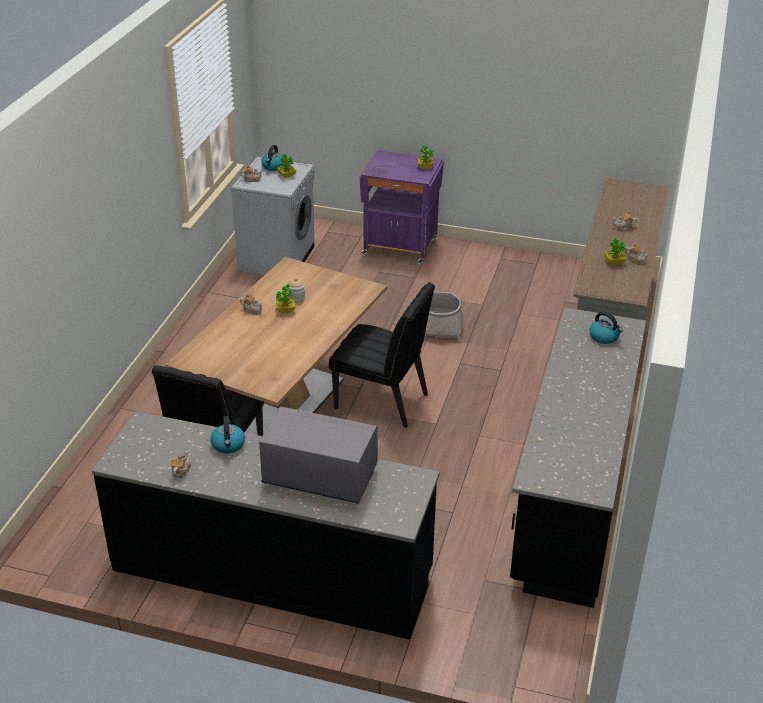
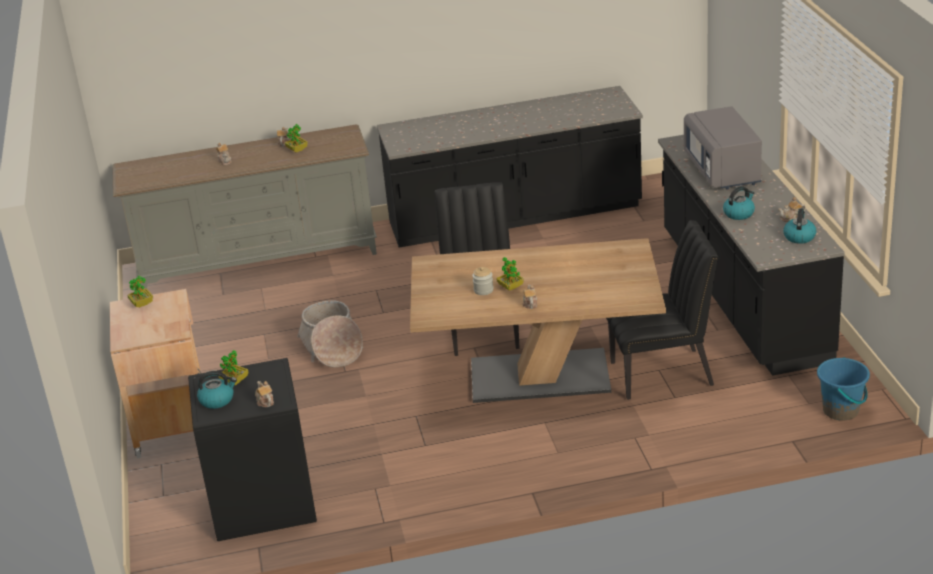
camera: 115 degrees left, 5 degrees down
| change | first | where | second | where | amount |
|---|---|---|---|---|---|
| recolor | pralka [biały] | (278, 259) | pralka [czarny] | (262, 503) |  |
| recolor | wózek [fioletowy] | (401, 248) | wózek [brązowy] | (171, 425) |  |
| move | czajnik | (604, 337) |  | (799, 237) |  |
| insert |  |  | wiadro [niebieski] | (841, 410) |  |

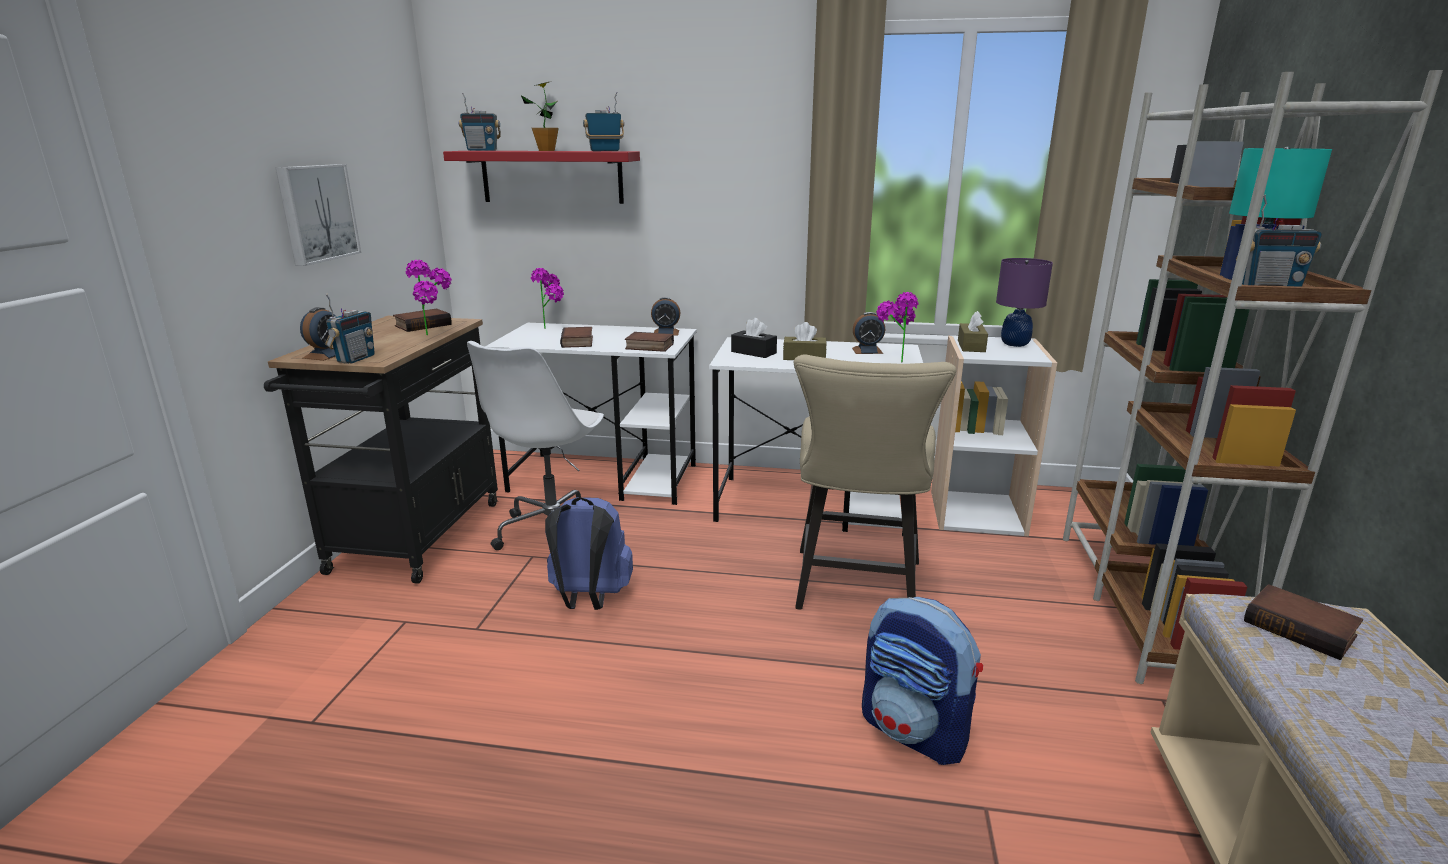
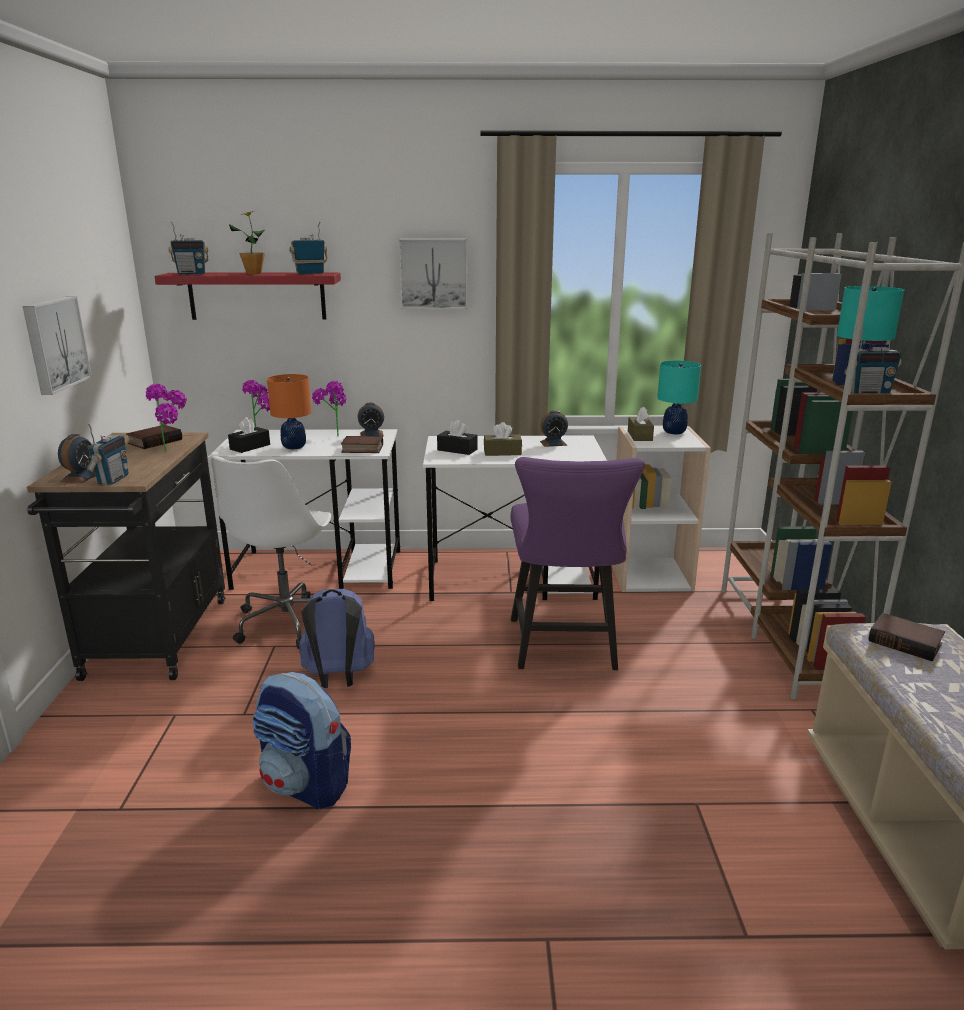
camera: 10 degrees left, 0 degrees up
| change | first | where | second | where | amount |
|---|---|---|---|---|---|
| replace | książka | (578, 342) | lampa stołowa [pomarańczowy] | (295, 447) |  |
| recolor | krzesło [beżowy] | (856, 590) | krzesło [fioletowy] | (564, 648) |  |
| move | plecak | (915, 731) |  | (306, 784) |  |
| move | roślina doniczkowa | (894, 360) |  | (333, 435) |  |
| recolor | lampa stołowa [fioletowy] | (1013, 344) | lampa stołowa [turkusowy] | (673, 432) |  |
| insert |  |  | pudełko chusteczek [czarny] | (250, 447) |  |
| insert |  |  | obraz | (433, 274) |  |

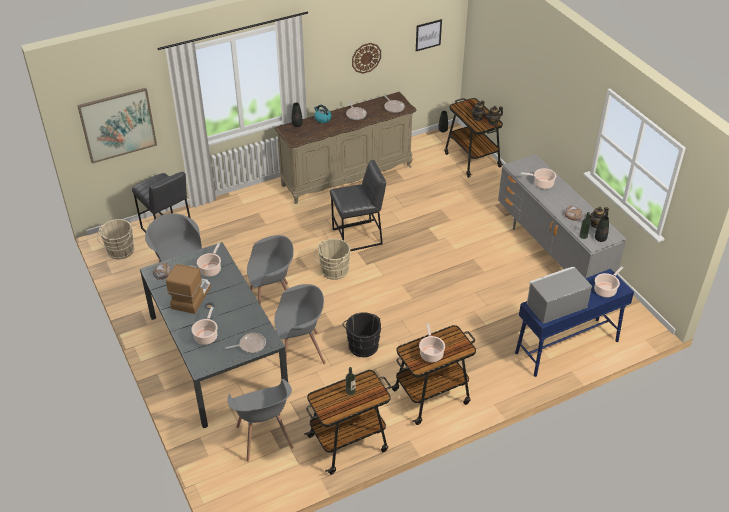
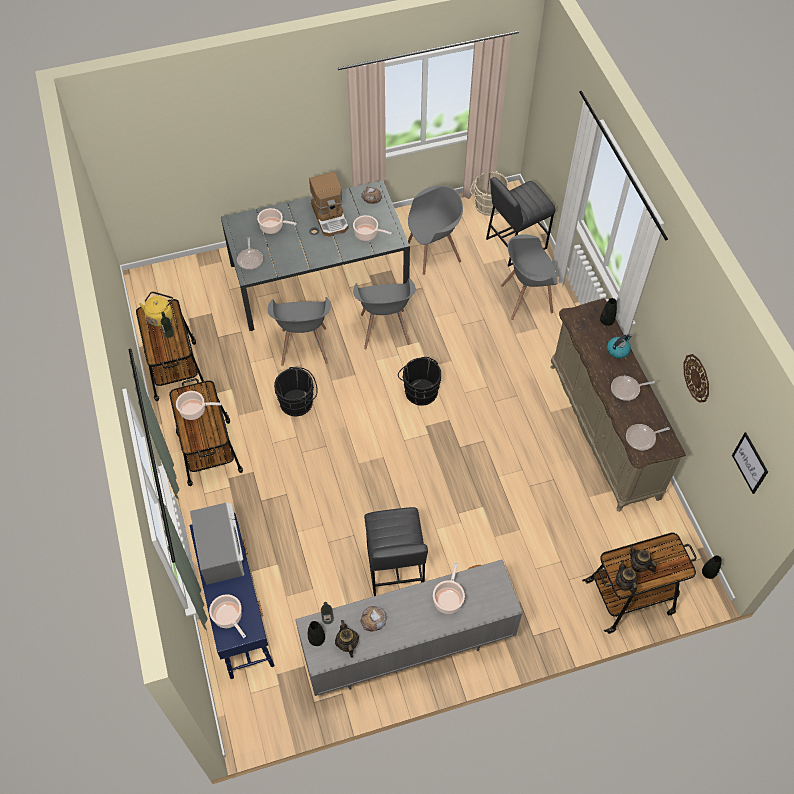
camera: 100 degrees right, 15 degrees up
| change | first | where | second | where | amount |
|---|---|---|---|---|---|
| delete | obraz | (118, 125) |  |  |  |
| rotate | ekspres do kawy | (191, 296) |  | (330, 217) | 45 degrees clockwise |
| move | krzesło [szary] | (264, 438) |  | (525, 299) |  |
| recolor | wiadro [beżowy] | (333, 271) | wiadro [czarny] | (420, 391) |  |
| move | stołek [szary] | (358, 236) |  | (395, 569) |  |
| insert |  |  | czajnik [żółty] | (160, 316) |  |

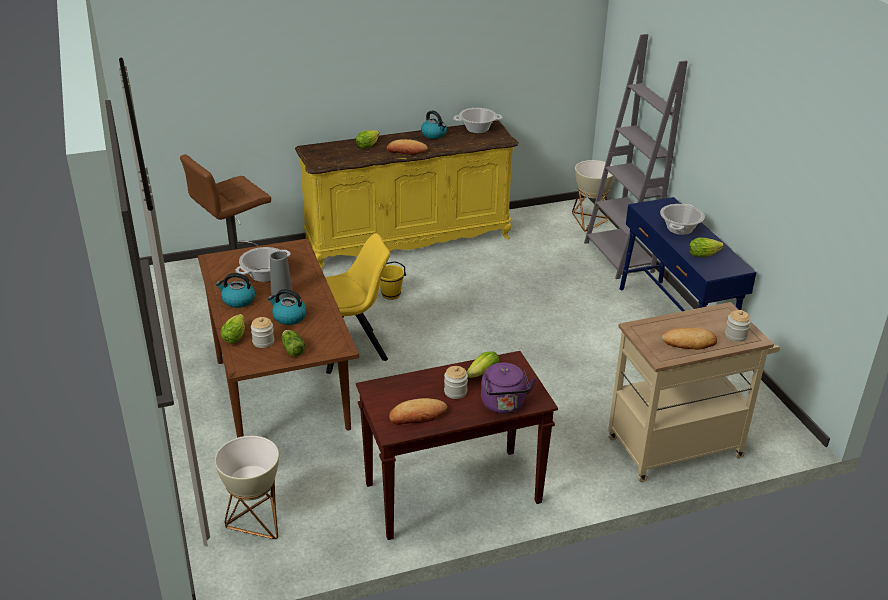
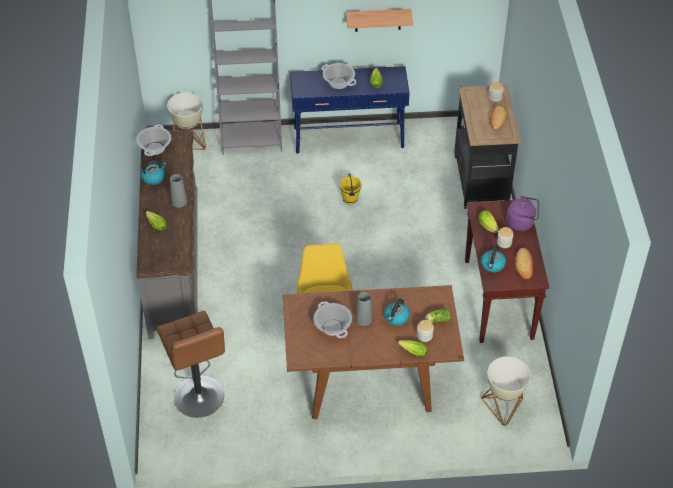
camera: 75 degrees left, 15 degrees up
| change | first | where | second | where | amount |
|---|---|---|---|---|---|
| move | czajnik | (238, 300) |  | (492, 265) |  |
| recolor | szafka [żółty] | (409, 242) | szafka [szary] | (176, 265) |  |
| move | wiadro [żółty] | (391, 294) |  | (350, 199) |  |
| replace | chleb | (406, 151) | wazon [szary] | (179, 201) |  |
| recolor | wózek [beżowy] | (678, 447) | wózek [czarny] | (480, 179) |  |
| insert |  |  | półka | (378, 20) |  |

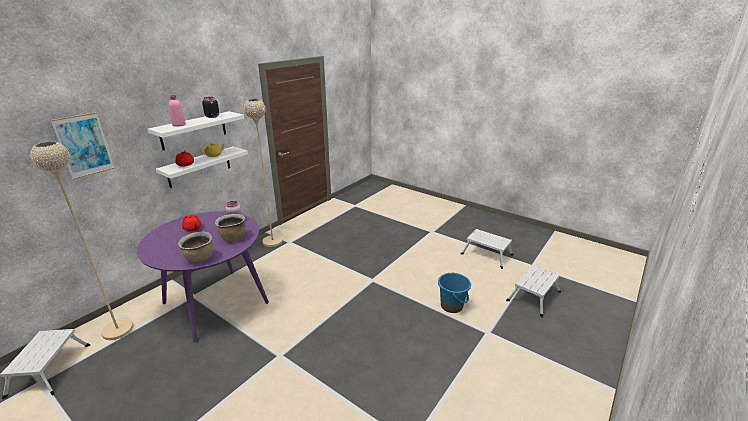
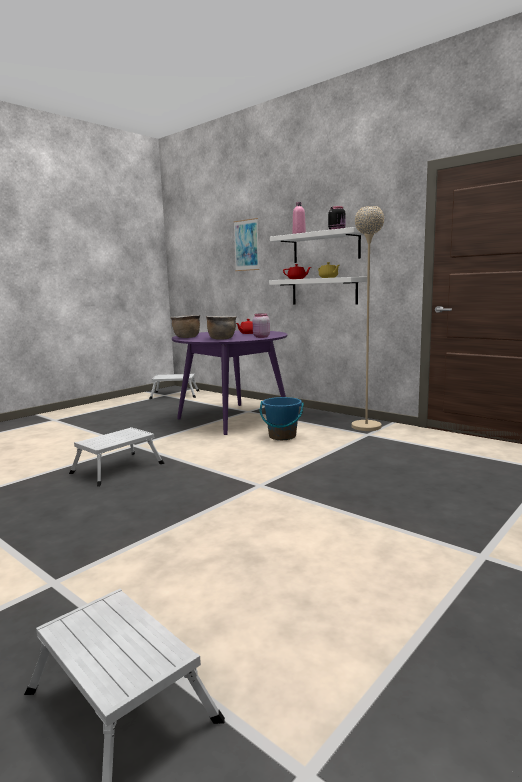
camera: 95 degrees right, 15 degrees down
| change | first | where | second | where | amount |
|---|---|---|---|---|---|
| delete | lampa stojąca [beżowy] | (117, 330) |  |  |  |
| move | wiadro [niebieski] | (452, 306) |  | (282, 436) |  |
| move | drabinka [biały] | (486, 254) |  | (118, 468) |  |

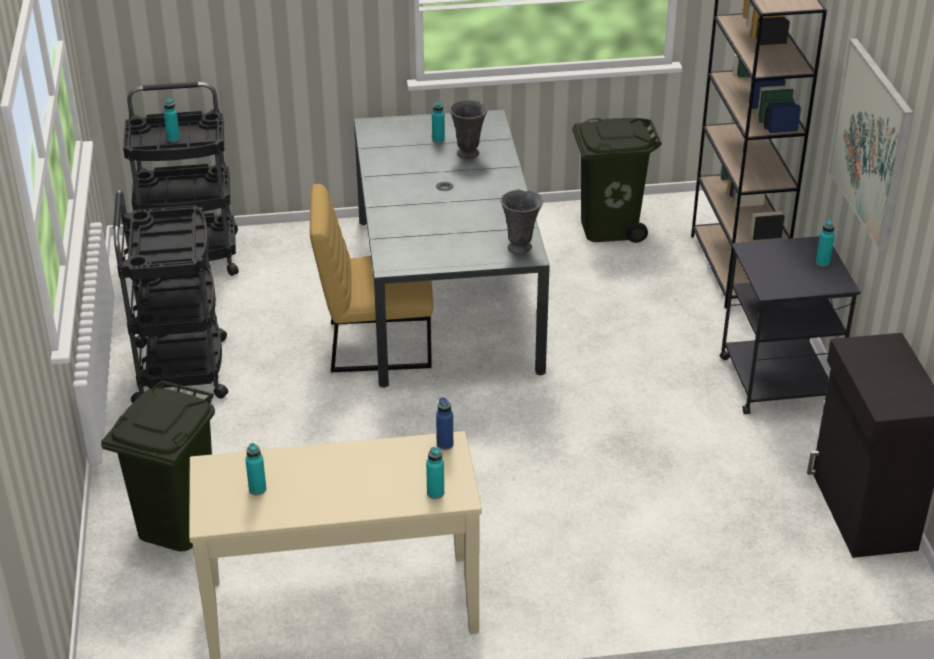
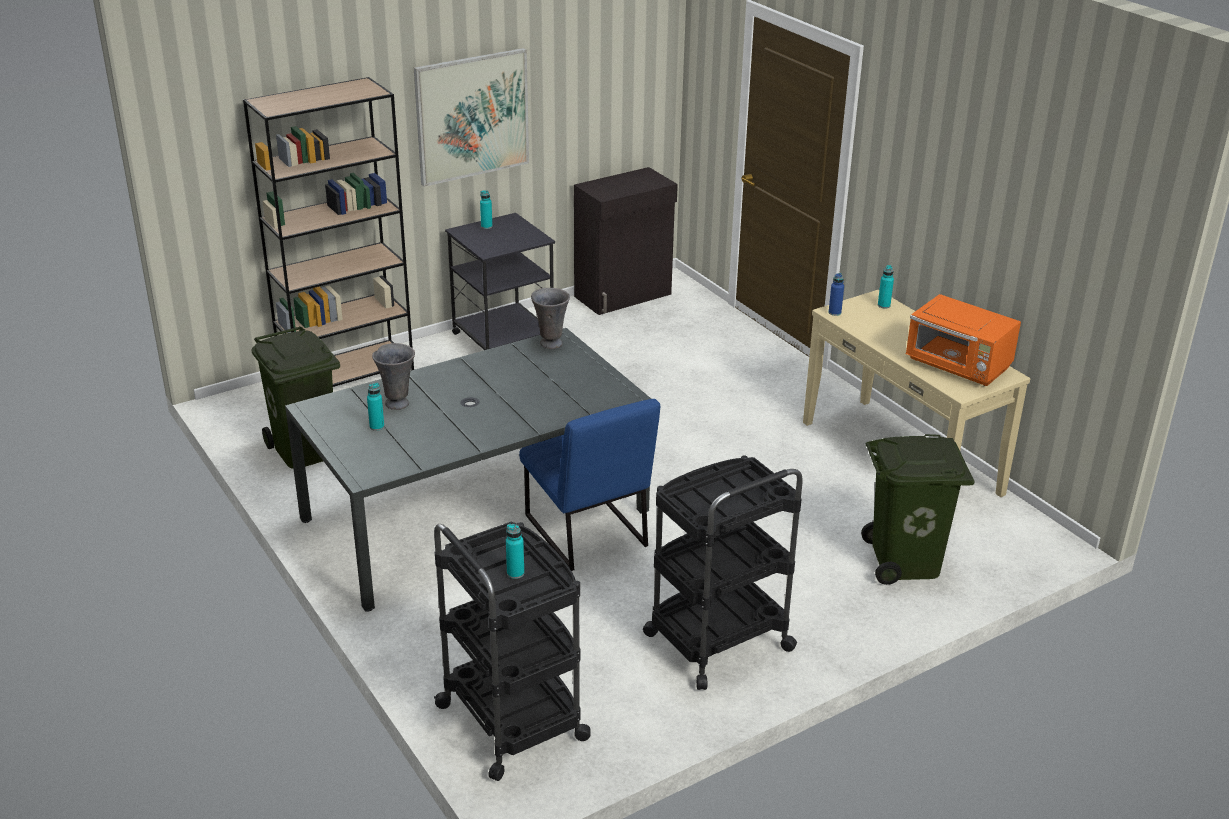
camera: 115 degrees left, 5 degrees down
| change | first | where | second | where | amount |
|---|---|---|---|---|---|
| replace | butelka [turkusowy] | (257, 489) | mikrofalówka [pomarańczowy] | (958, 366) |  |
| recolor | krzesło [żółty] | (376, 344) | krzesło [niebieski] | (586, 533) |  |

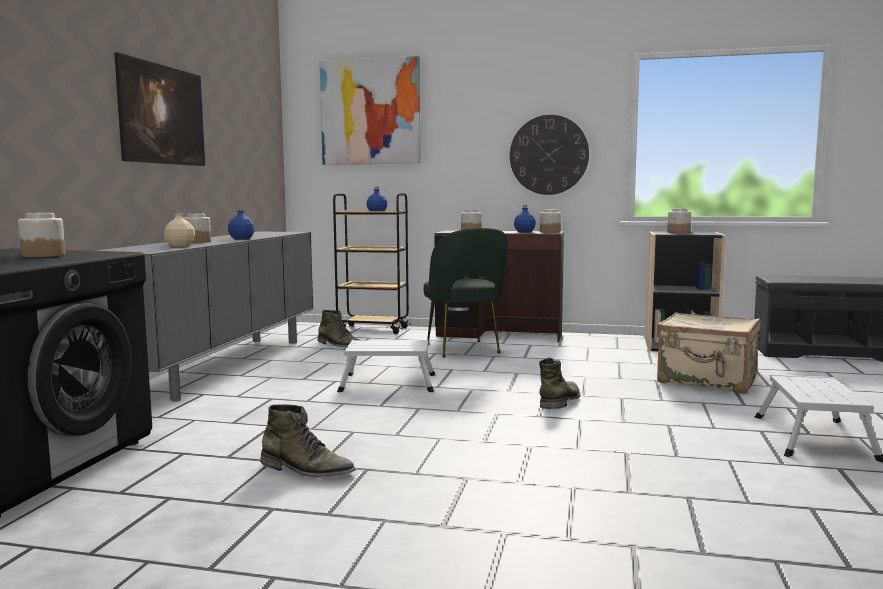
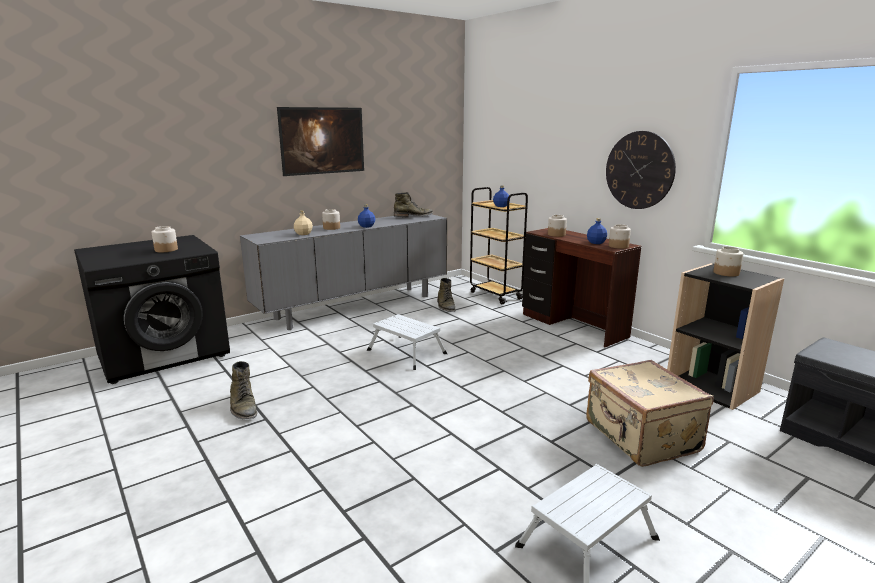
camera: 40 degrees right, 10 degrees up
| change | first | where | second | where | amount |
|---|---|---|---|---|---|
| delete | obraz | (370, 112) |  |  |  |
| delete | krzesło [zielony] | (464, 350) |  |  |  |
| move | but z cholewką [zielony] | (560, 401) |  | (414, 216) |  |

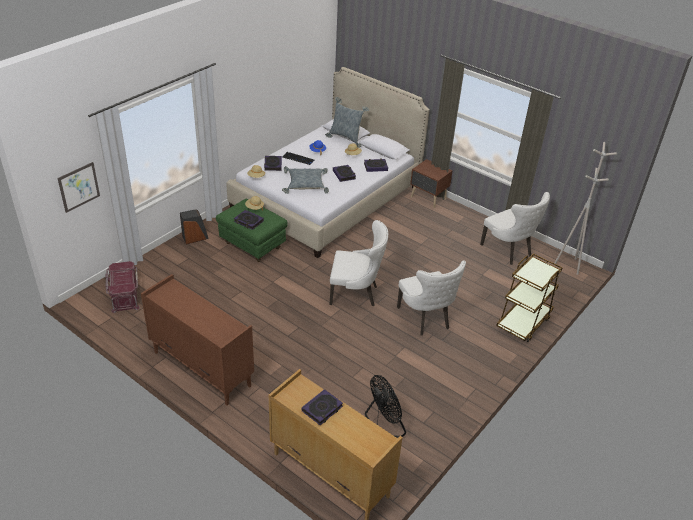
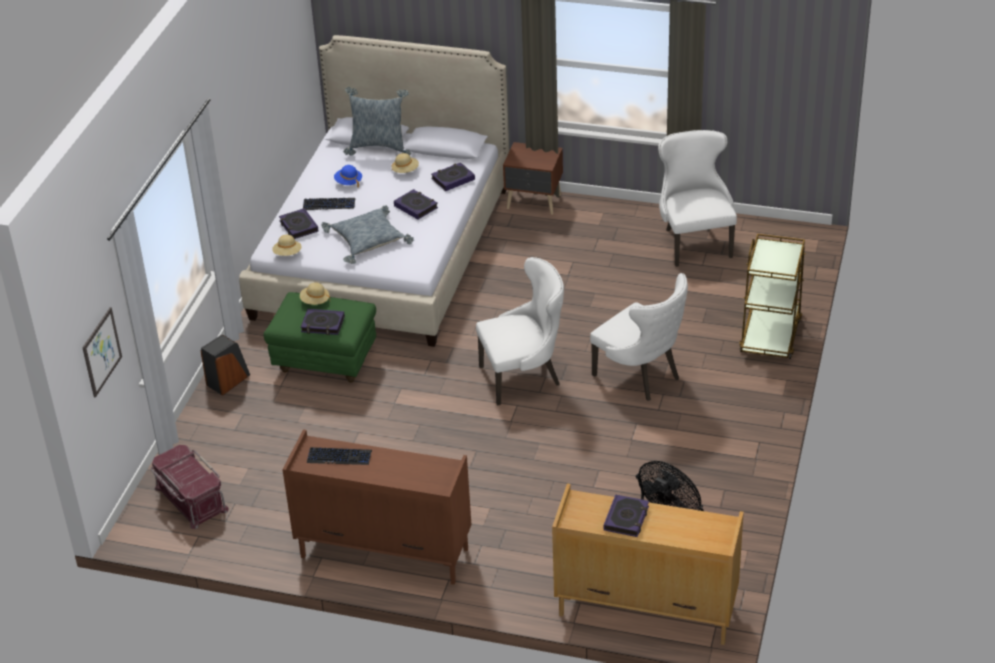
camera: 20 degrees left, 0 degrees up
| change | first | where | second | where | amount |
|---|---|---|---|---|---|
| rotate | krzesło [biały] | (508, 250) |  | (694, 242) | 135 degrees counterclockwise |
| delete | wieszak [szary] | (569, 265) |  |  |  |
| insert |  |  | klawiatura | (339, 457) |  |

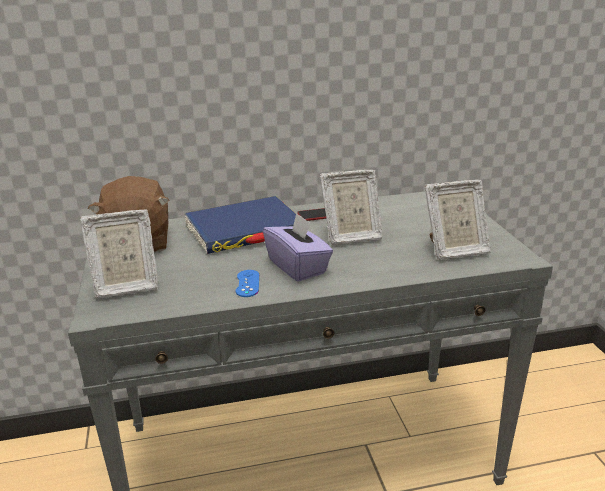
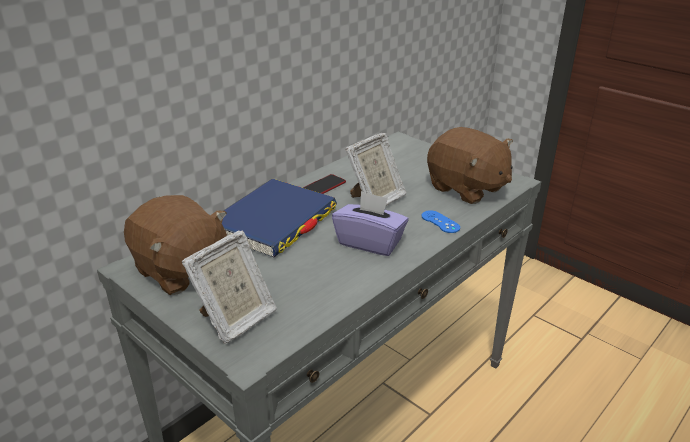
camera: 35 degrees left, 5 degrees up
| change | first | where | second | where | amount |
|---|---|---|---|---|---|
| move | pad do gier [niebieski] | (247, 283) |  | (440, 222) |  |
| replace | ramka na zdjęcie | (454, 250) | pluszak [brązowy] | (466, 188) |  |

